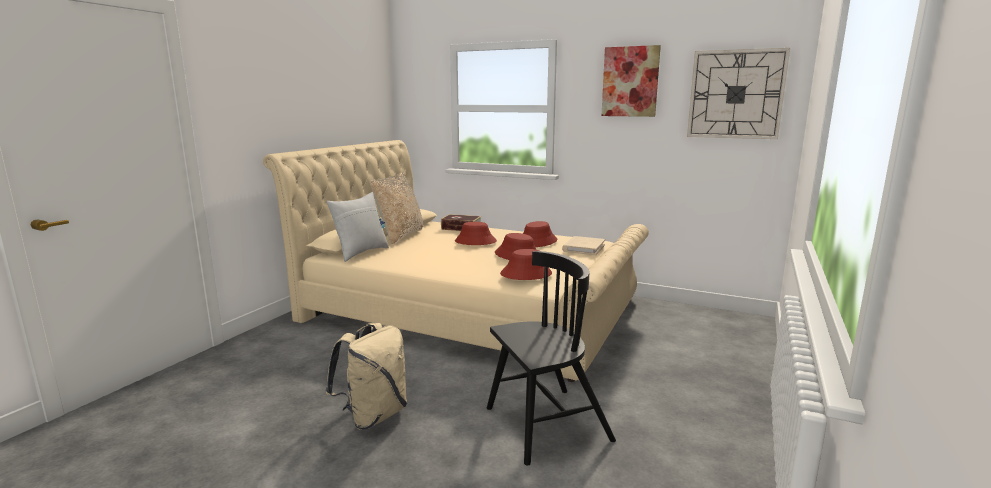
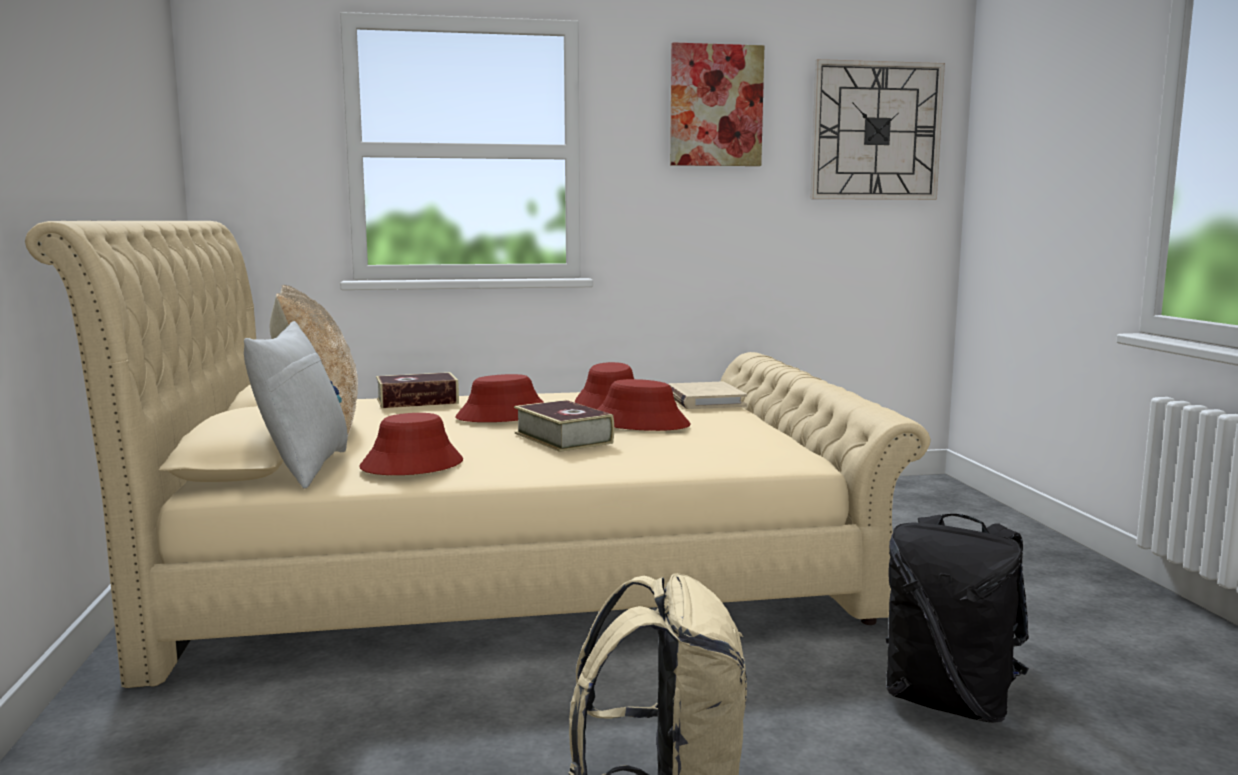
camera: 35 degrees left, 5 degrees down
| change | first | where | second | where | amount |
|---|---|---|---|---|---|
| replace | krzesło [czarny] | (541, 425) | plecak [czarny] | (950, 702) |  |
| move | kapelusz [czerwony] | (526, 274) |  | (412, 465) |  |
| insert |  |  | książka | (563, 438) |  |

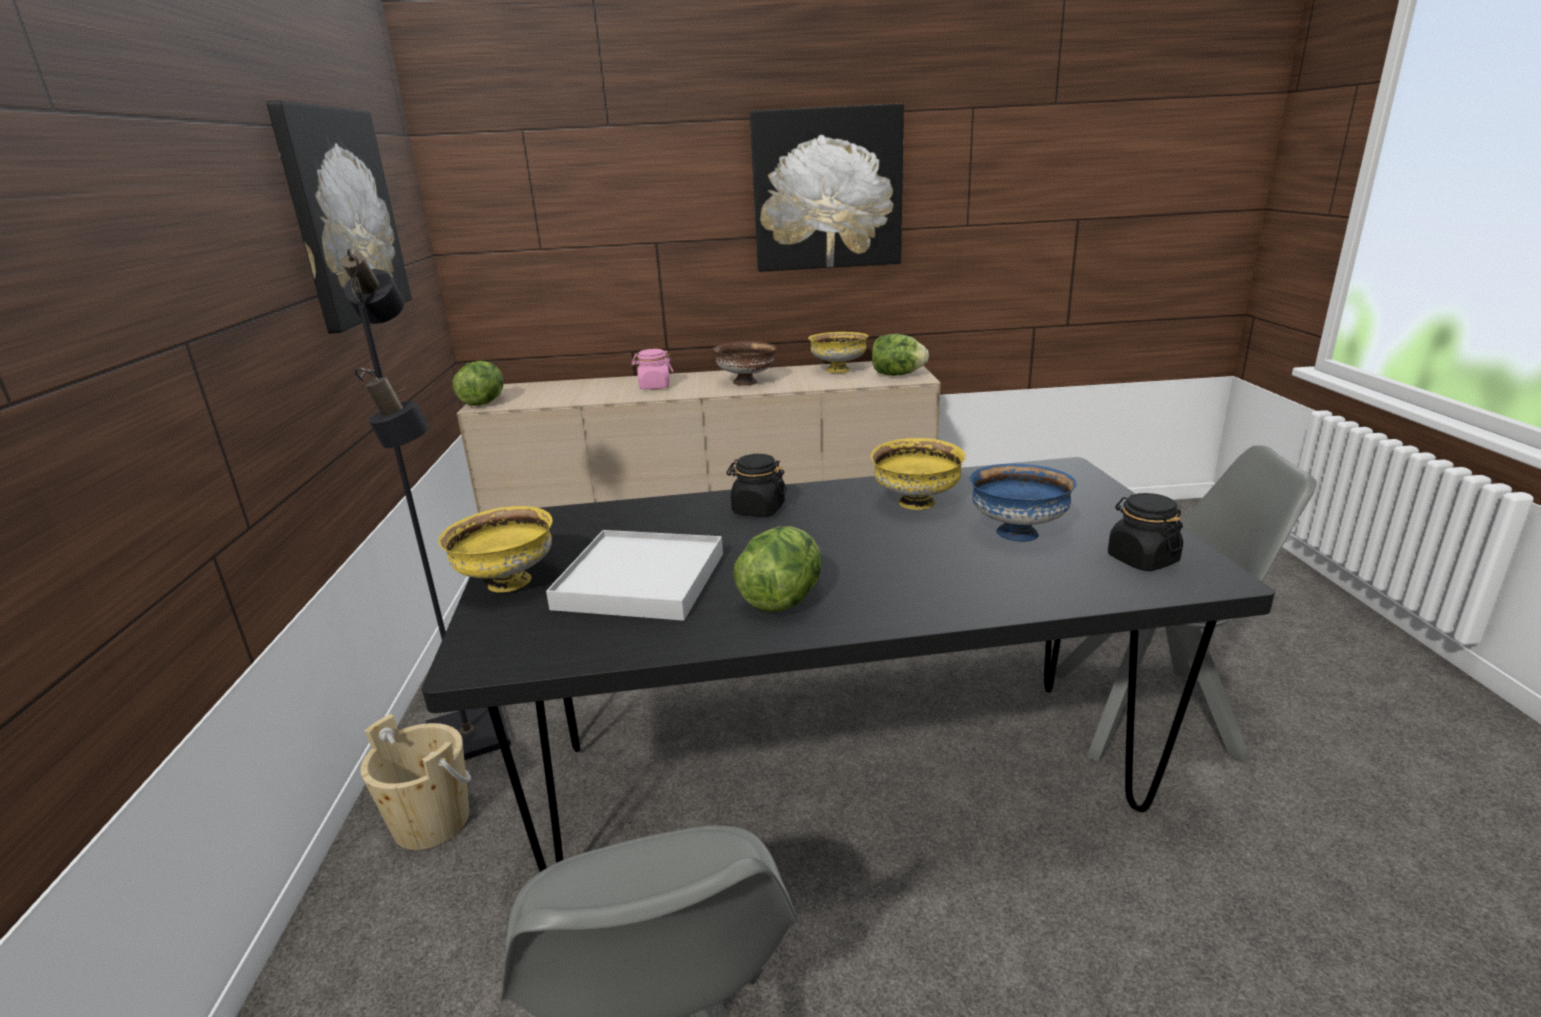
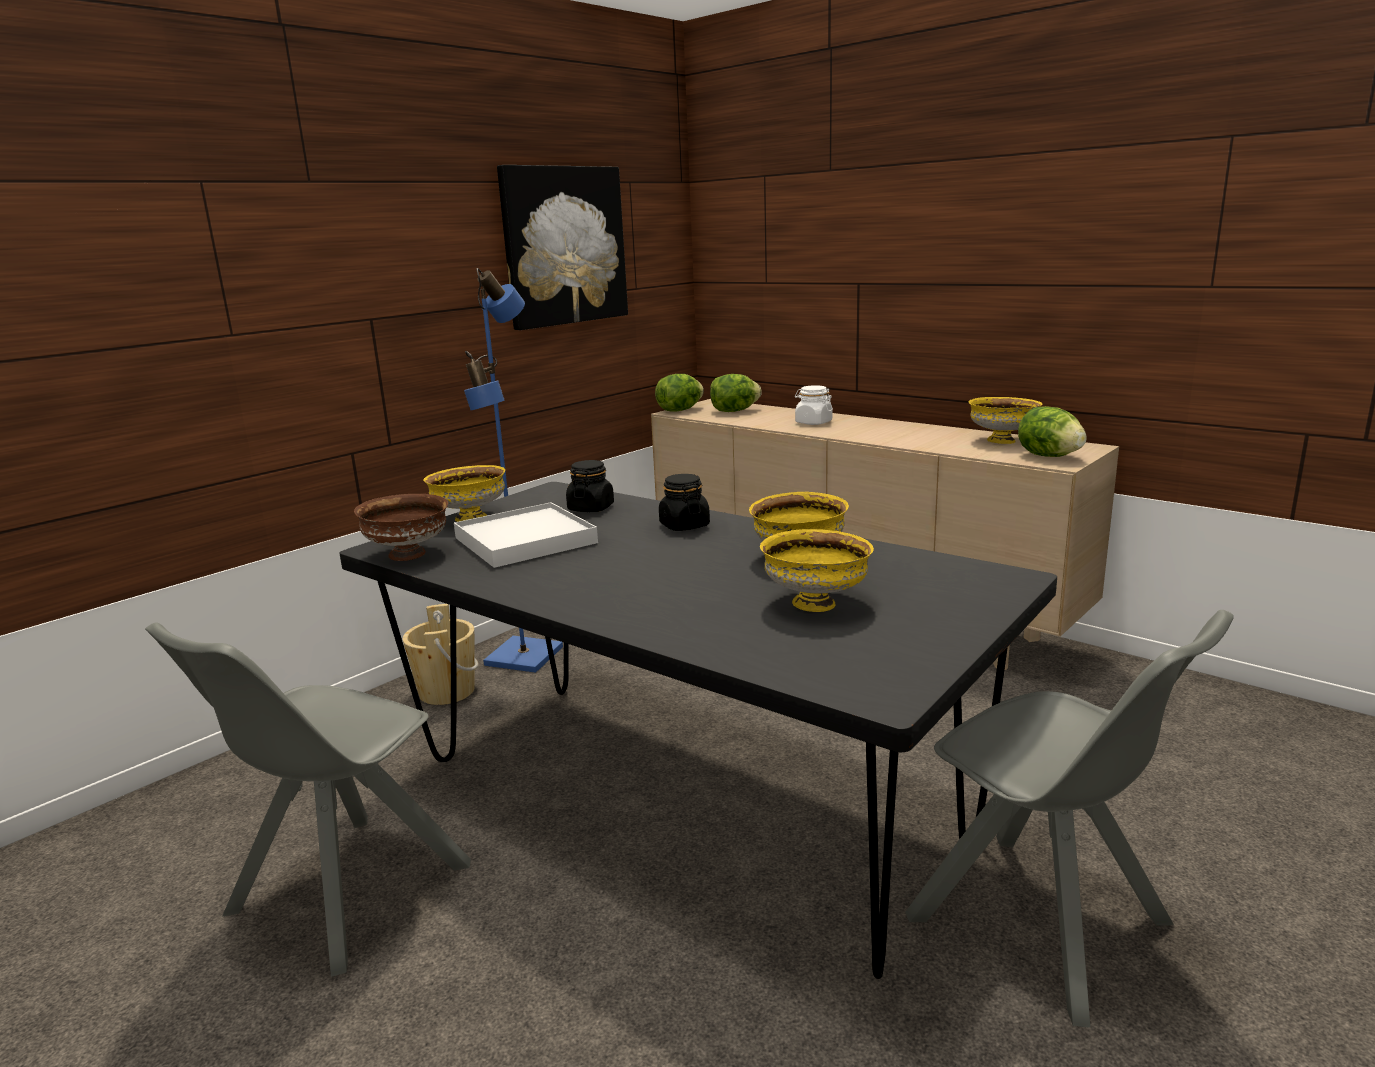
camera: 45 degrees right, 5 degrees down
| change | first | where | second | where | amount |
|---|---|---|---|---|---|
| recolor | lampa stojąca [czarny] | (468, 736) | lampa stojąca [niebieski] | (523, 656) |  |
| recolor | słoik [różowy] | (654, 387) | słoik [biały] | (813, 422) |  |
| move | miska [brązowy] | (746, 382) |  | (409, 554) |  |
| move | sałata | (782, 599) |  | (734, 411) |  |
| delete | obraz | (827, 190) |  |  |  |
| recolor | miska [niebieski] | (1016, 533) | miska [żółty] | (815, 603) |  |
| move | słoik [czarny] | (1142, 559) |  | (591, 508) |  |

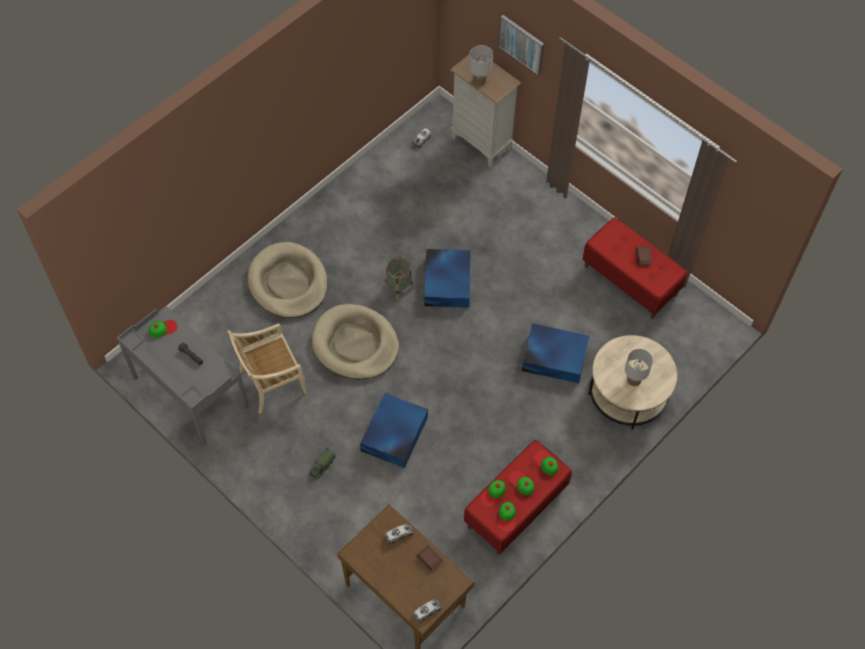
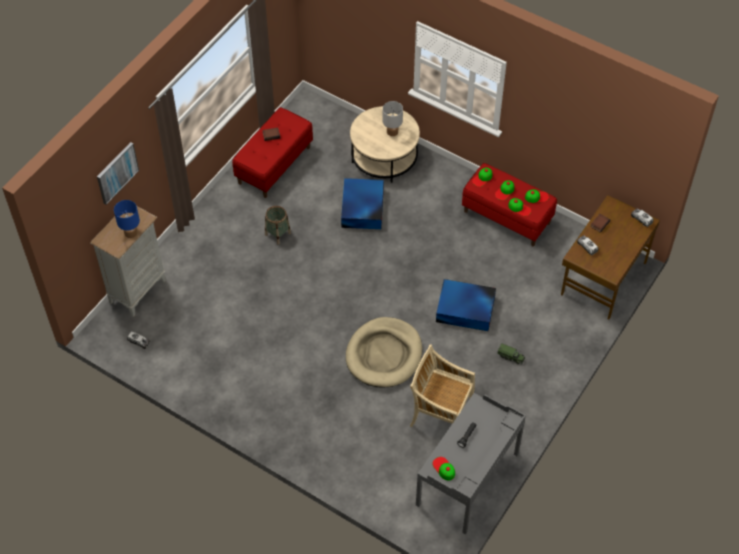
camera: 100 degrees left, 5 degrees down
| change | first | where | second | where | amount |
|---|---|---|---|---|---|
| rotate | krzesło [beżowy] | (271, 382) |  | (440, 413) | 150 degrees clockwise |
| delete | legowisko [beżowy] | (288, 283) |  |  |  |
| move | koszyk | (399, 286) |  | (277, 234) |  |
| delete | pojemnik do przechowywania [niebieski] | (447, 281) |  |  |  |
| recolor | lampa stołowa [szary] | (479, 80) | lampa stołowa [niebieski] | (130, 232) |  |

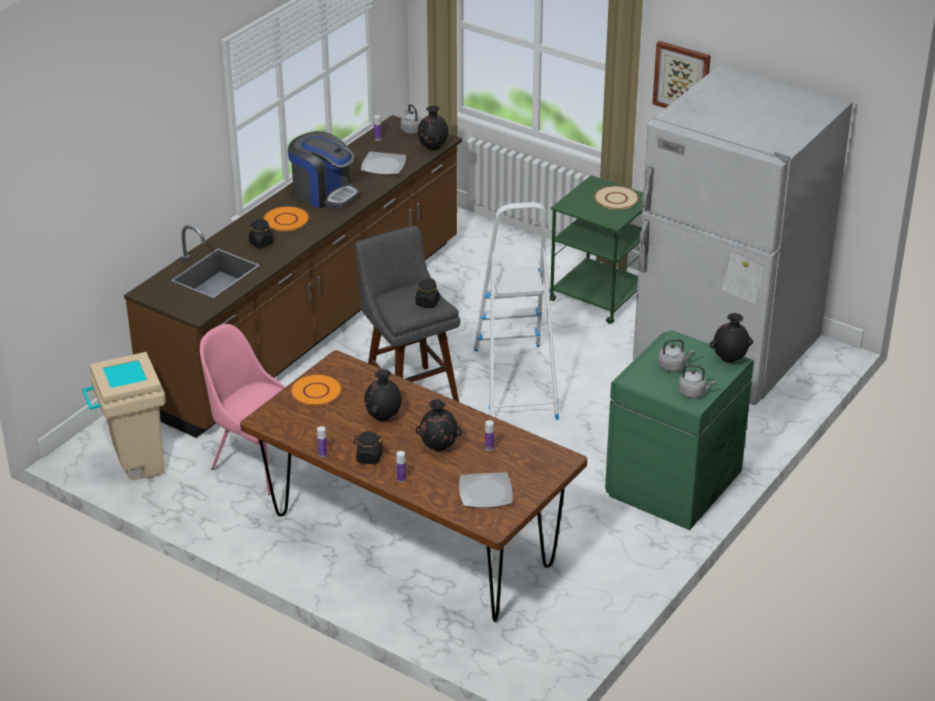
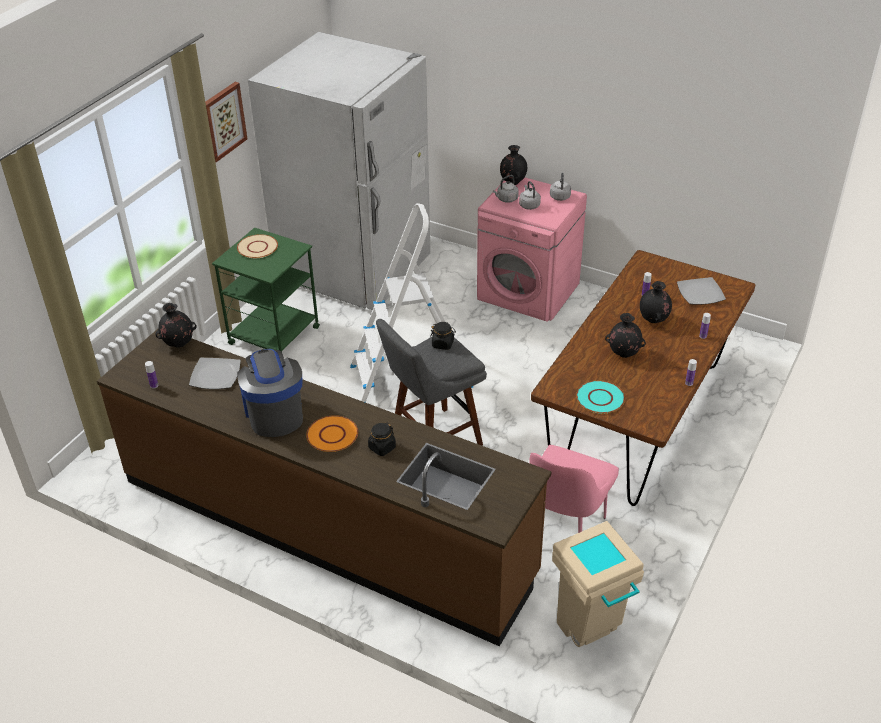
camera: 95 degrees left, 5 degrees up
| change | first | where | second | where | amount |
|---|---|---|---|---|---|
| rotate | ekspres do kawy | (324, 193) |  | (274, 413) | 45 degrees counterclockwise |
| recolor | talerz [pomarańczowy] | (316, 391) | talerz [turkusowy] | (600, 398) |  |
| delete | słoik [czarny] | (369, 458) |  |  |  |
| move | czajnik [szary] | (411, 130) |  | (506, 199) |  |
| recolor | pralka [zielony] | (670, 482) | pralka [różowy] | (527, 292) |  |

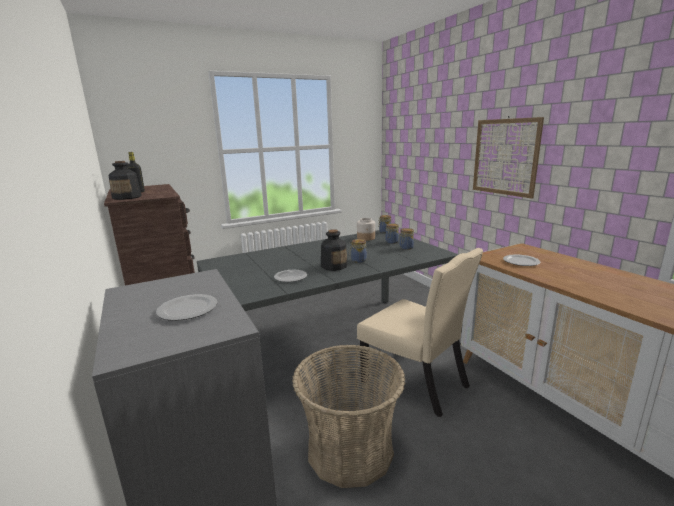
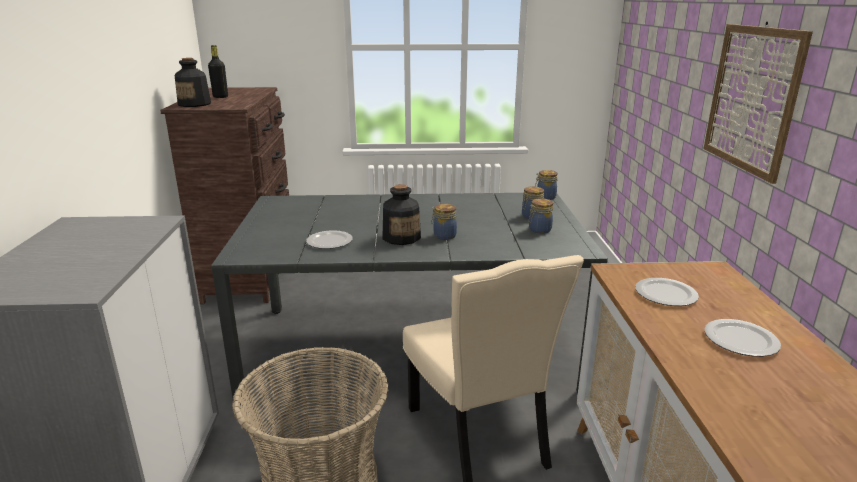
camera: 25 degrees right, 5 degrees up
| change | first | where | second | where | amount |
|---|---|---|---|---|---|
| move | talerz | (187, 309) |  | (739, 340) |  |
| delete | słoik | (366, 238) |  |  |  |

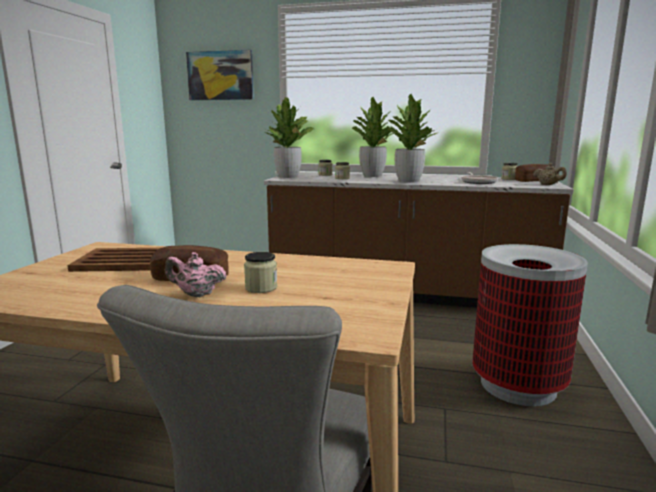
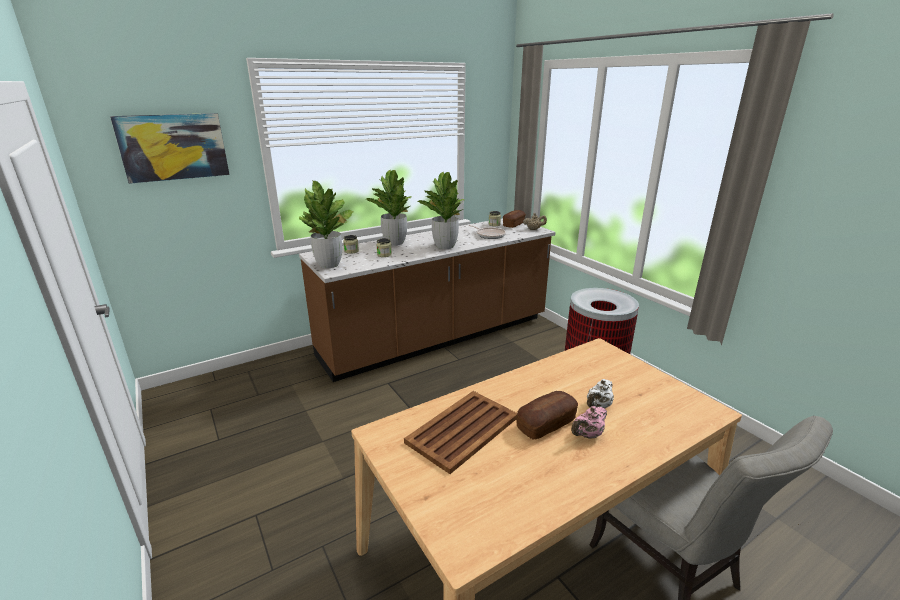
camera: 45 degrees left, 10 degrees up
| change | first | where | second | where | amount |
|---|---|---|---|---|---|
| replace | słoik | (261, 288) | imbryk [biały] | (598, 406) |  |

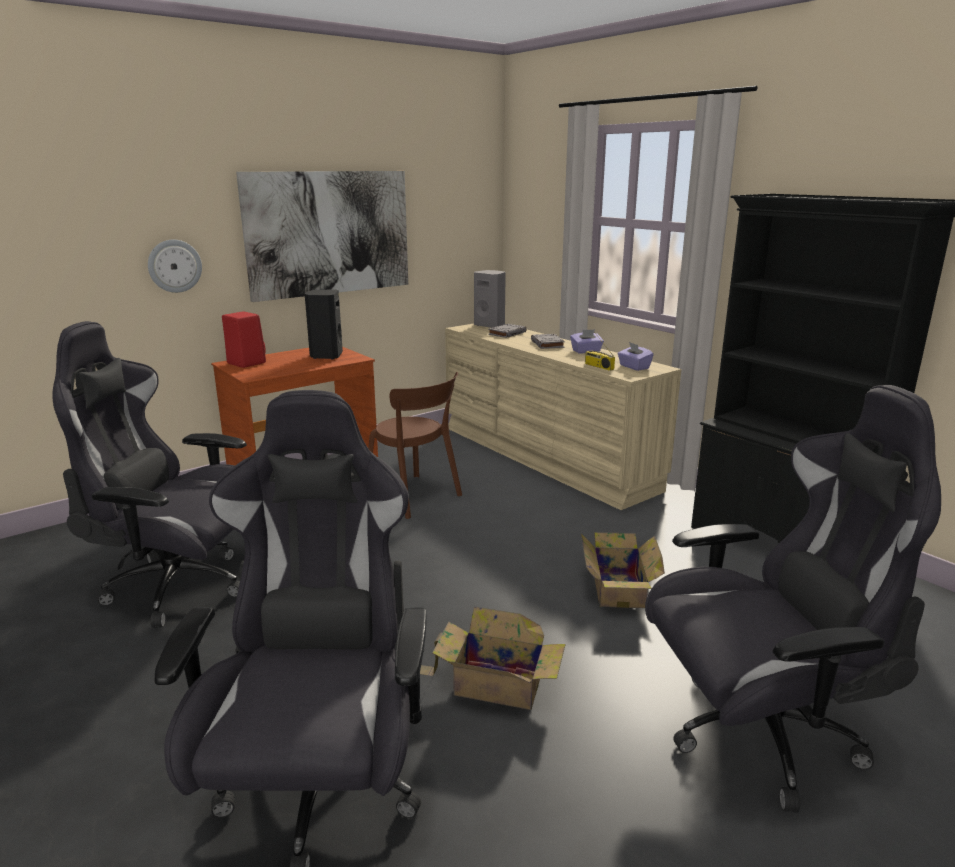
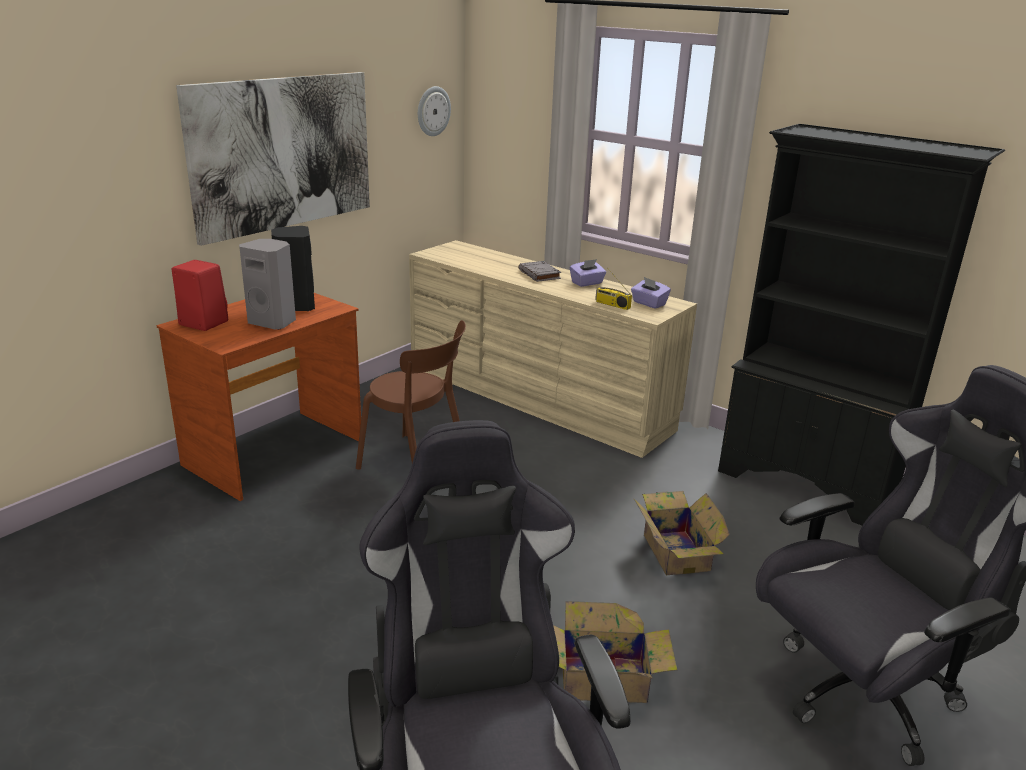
camera: 15 degrees left, 5 degrees up
| change | first | where | second | where | amount |
|---|---|---|---|---|---|
| delete | krzesło biurowe [czarny] | (186, 588) |  |  |  |
| move | zegar ścienny | (174, 266) |  | (433, 111) |  |
| move | głośnik [szary] | (490, 325) |  | (273, 322) |  |
| delete | książka [szary] | (507, 333) |  |  |  |

